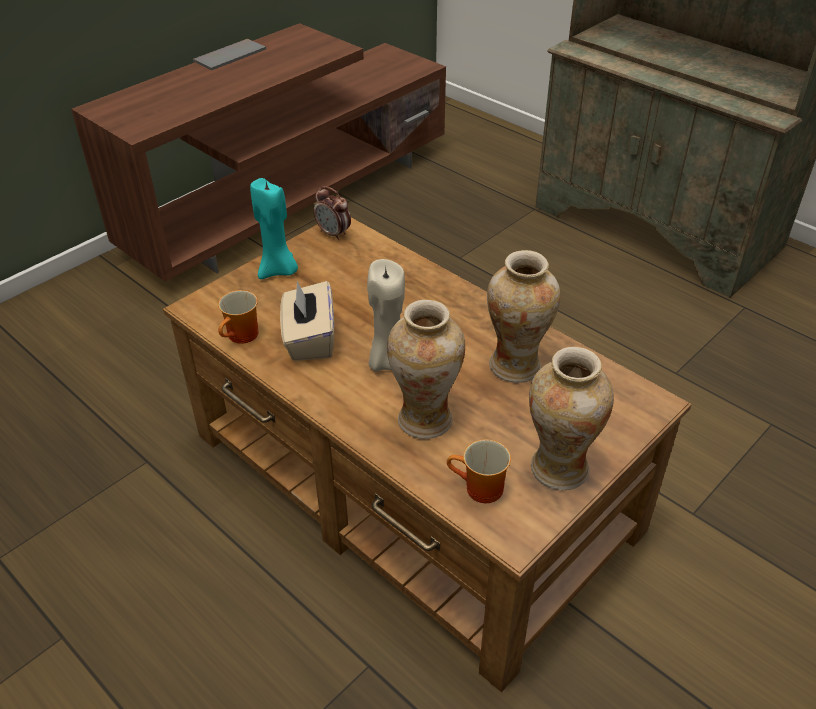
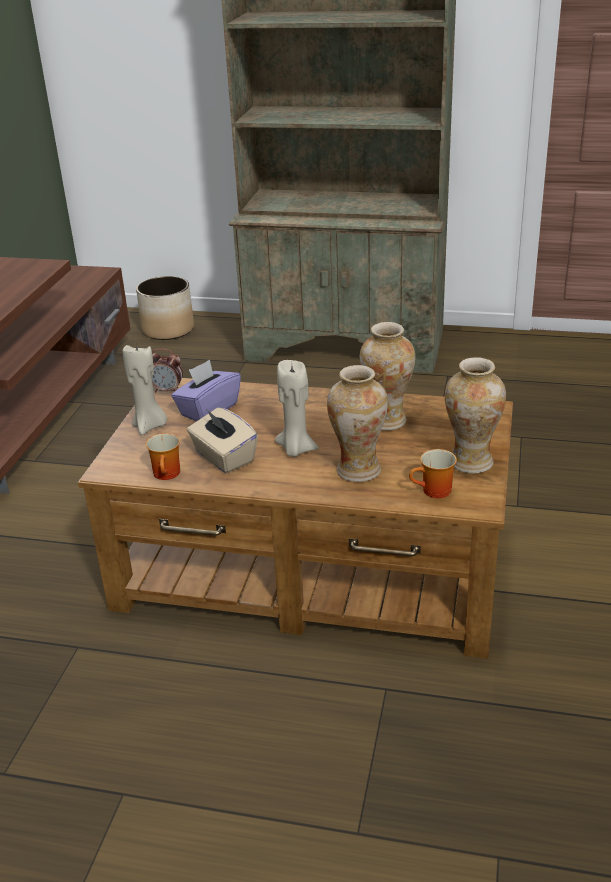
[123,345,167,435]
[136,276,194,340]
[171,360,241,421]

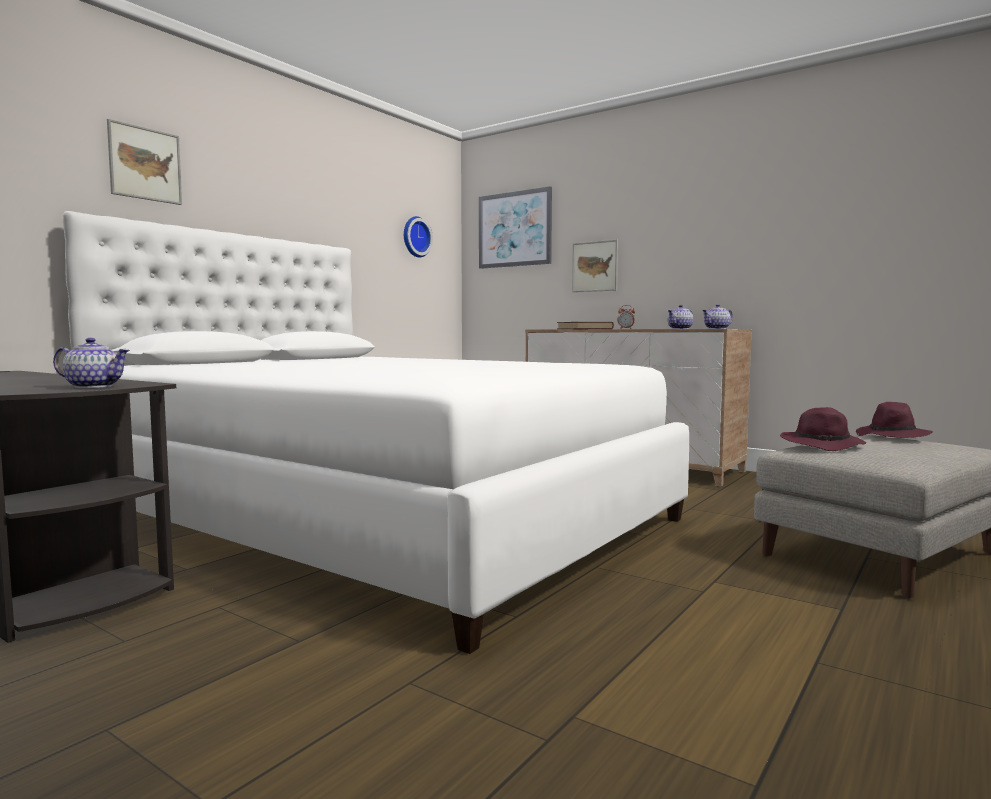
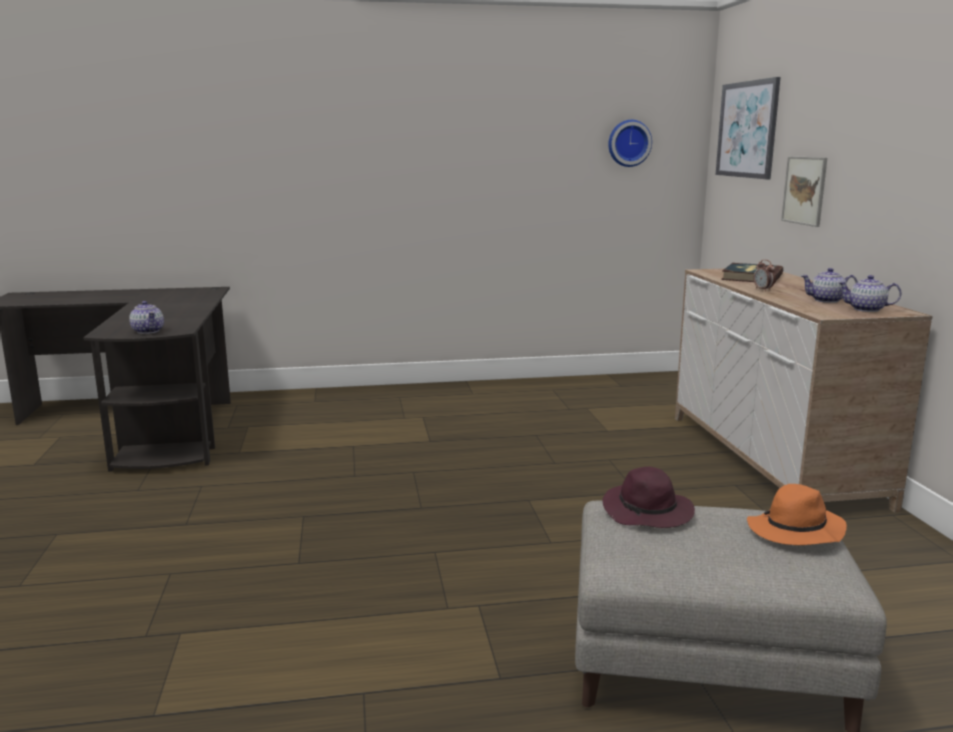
[747,484,847,545]
[63,211,689,654] (first image)
[107,119,182,205] (first image)

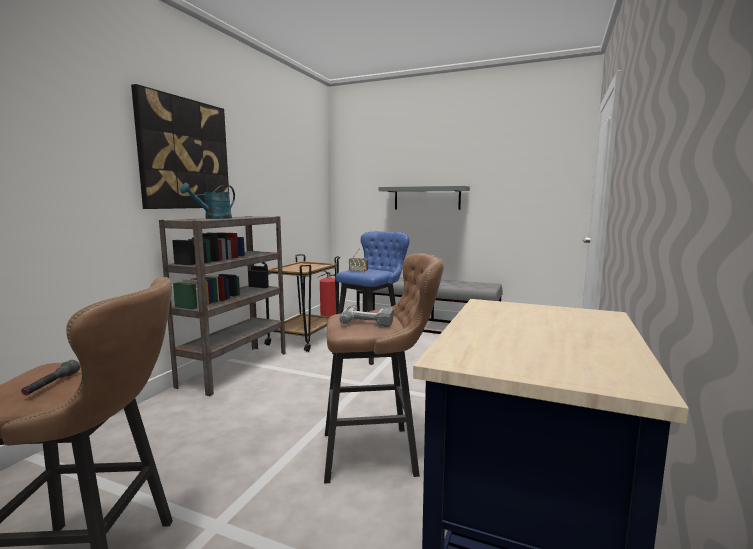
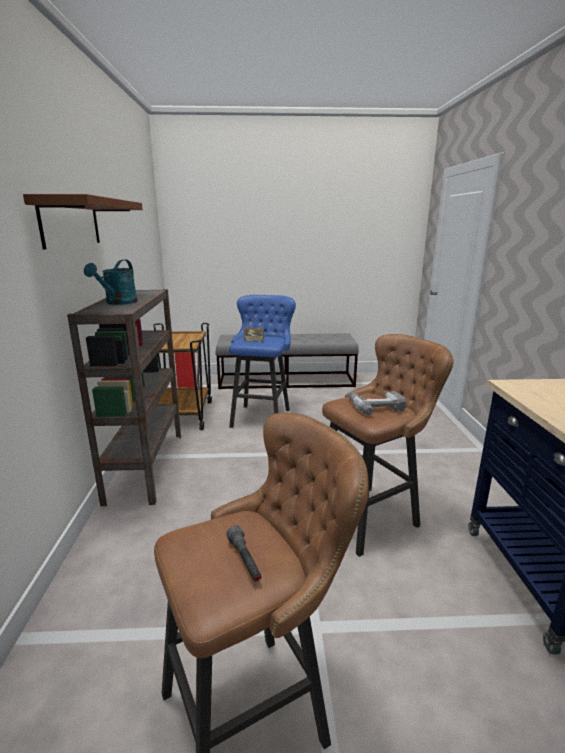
[23,194,143,249]
[379,186,470,210] (first image)

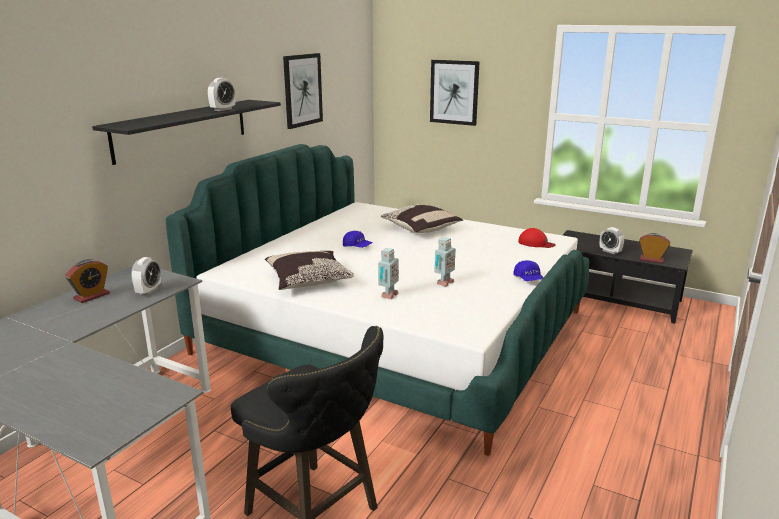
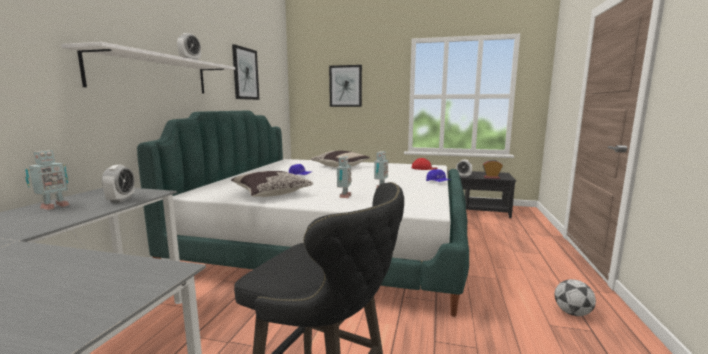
[25,151,70,210]
[61,42,235,94]
[555,279,596,316]

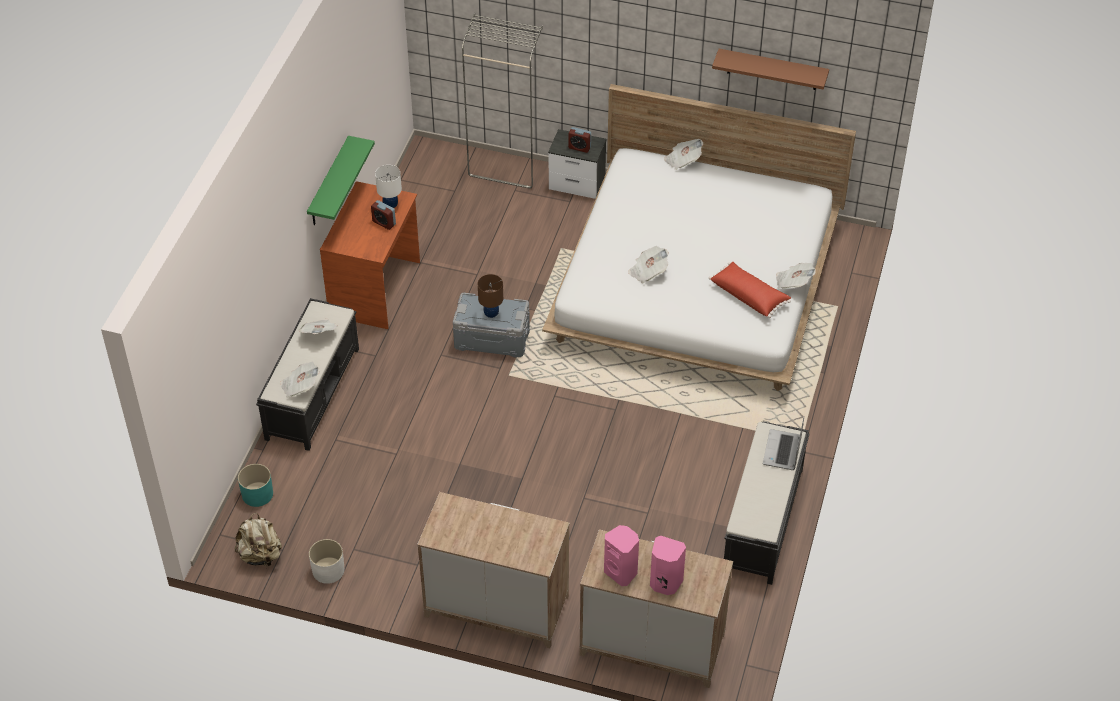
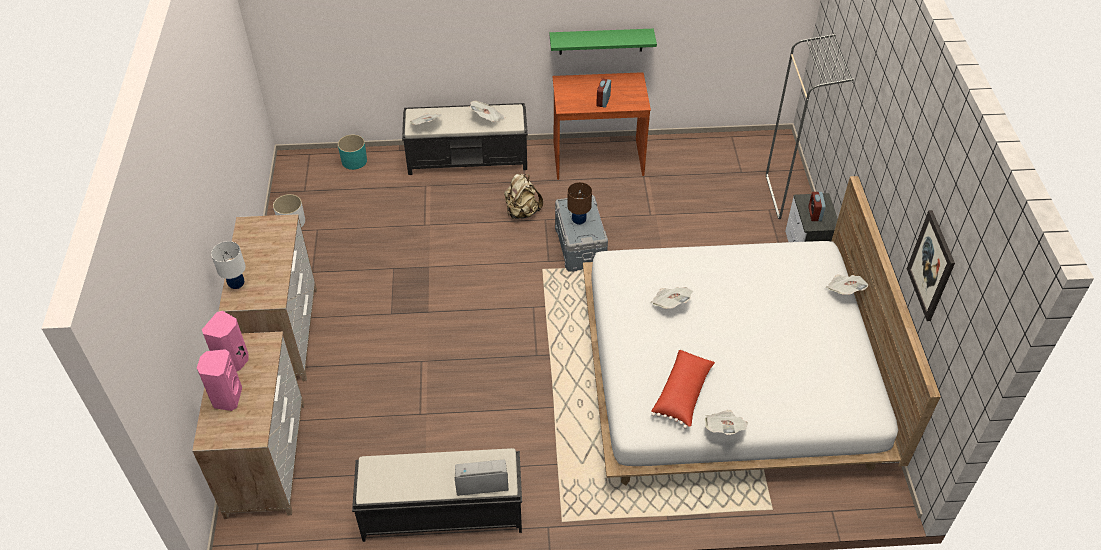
[211,241,246,289]
[504,174,543,219]
[907,210,955,321]

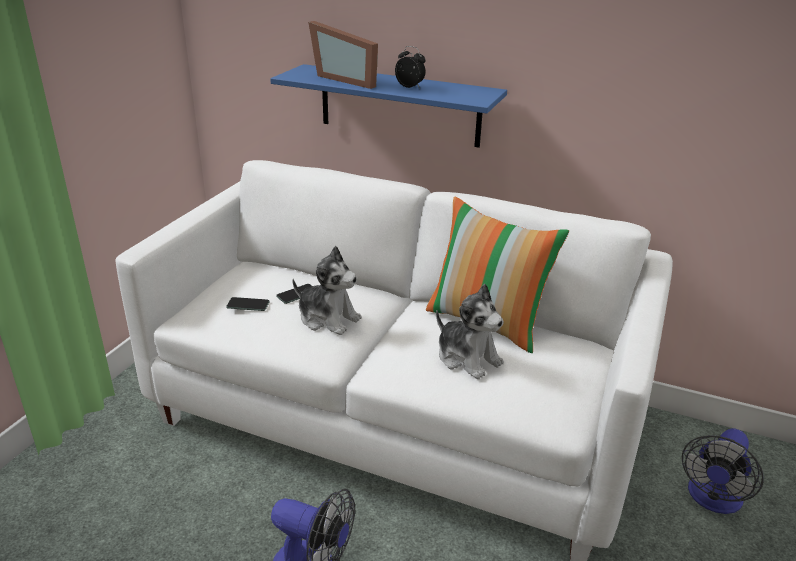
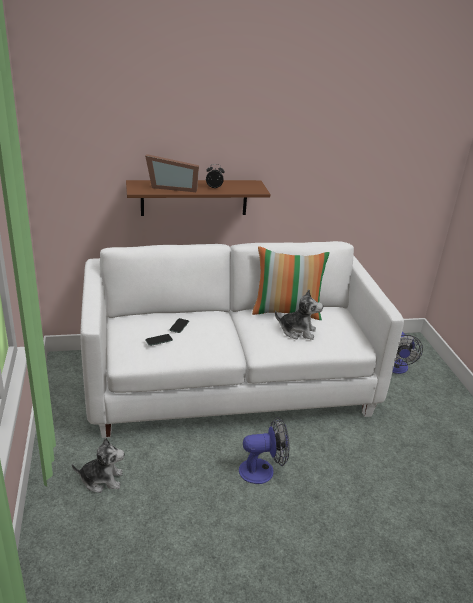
[72,437,125,493]
[126,180,270,216]

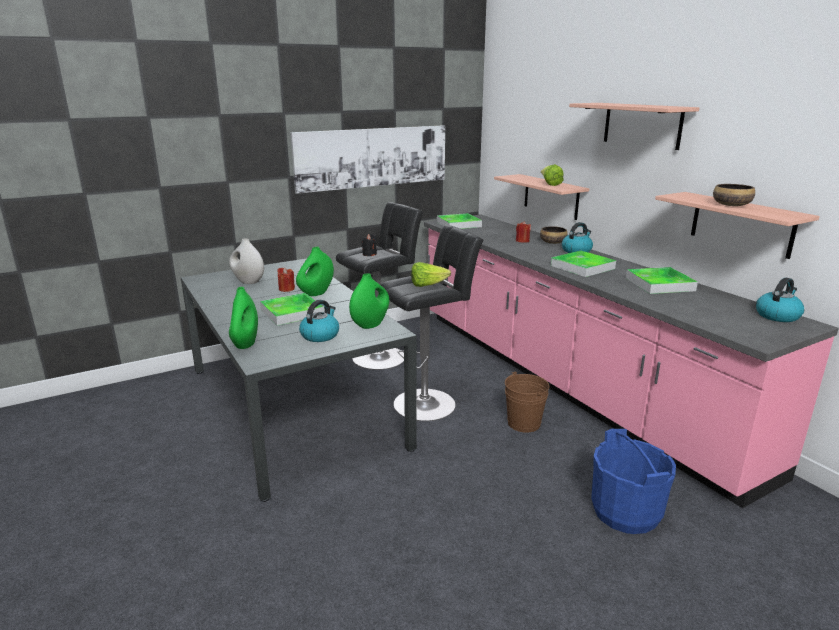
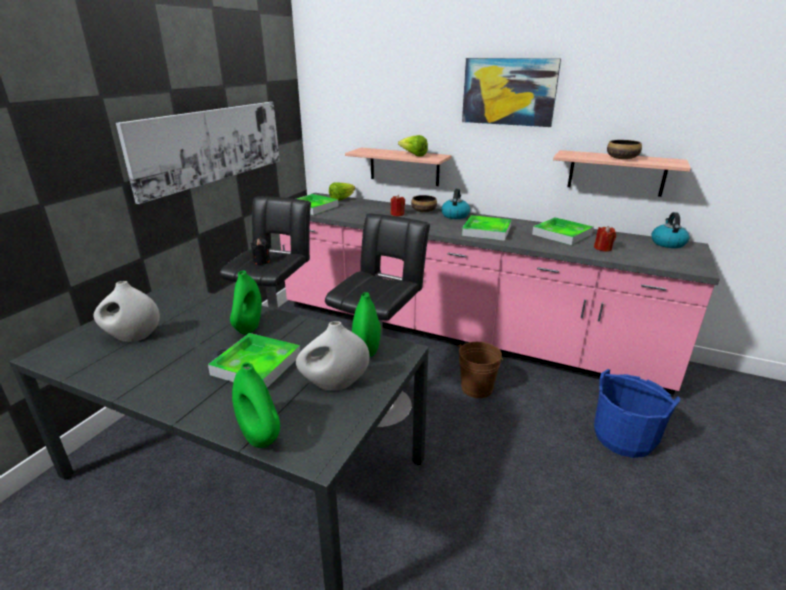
[296,321,370,391]
[329,182,355,201]
[462,58,561,127]
[594,226,616,252]

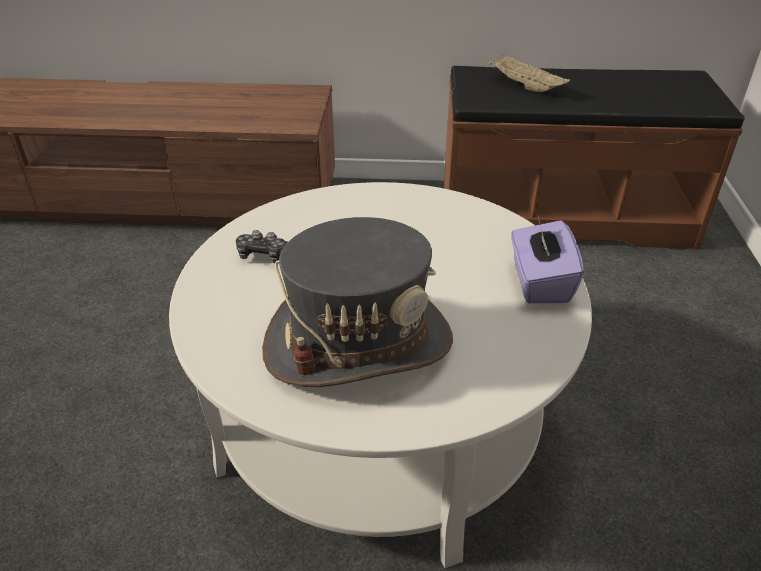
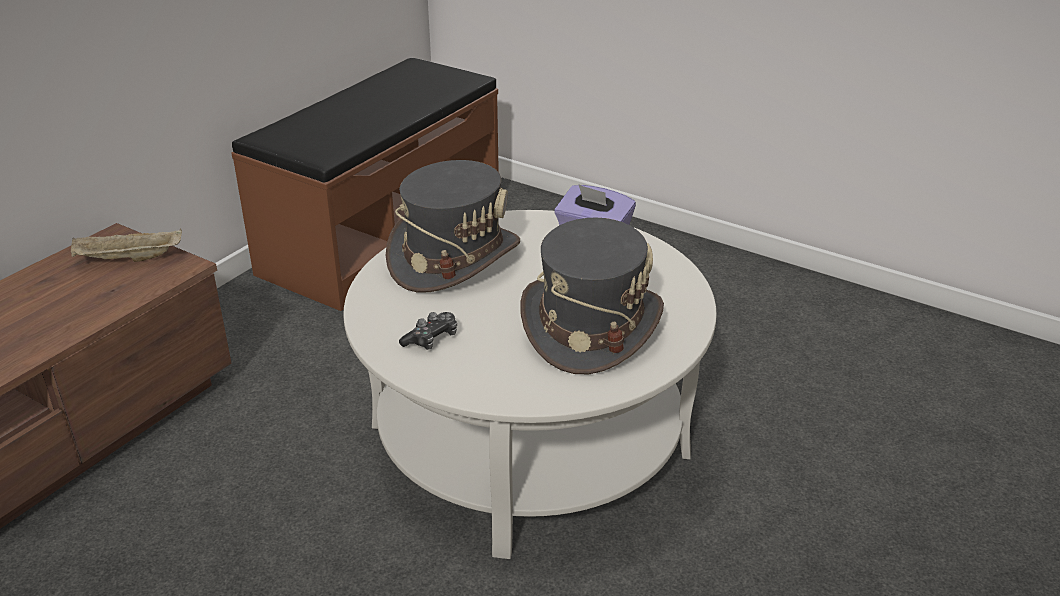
[71,229,182,262]
[386,160,520,293]

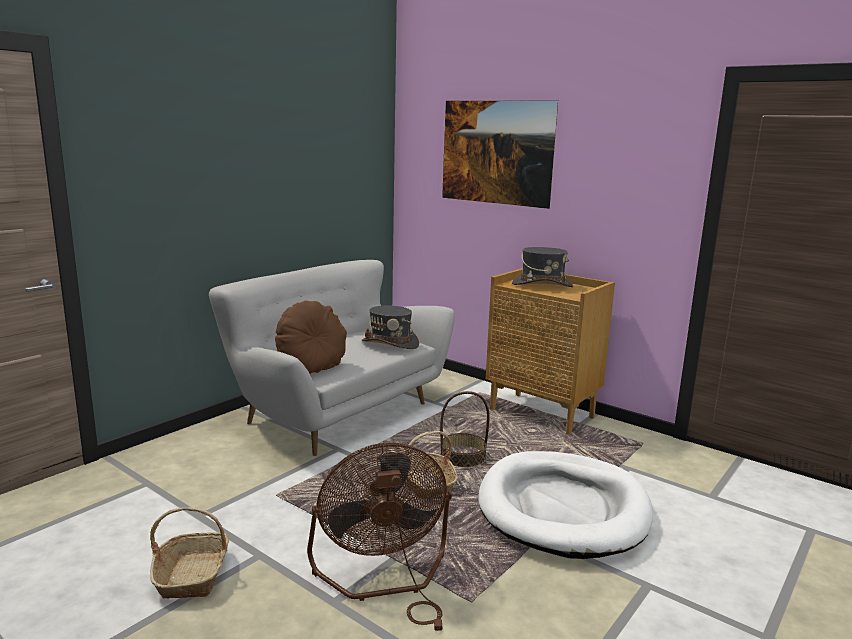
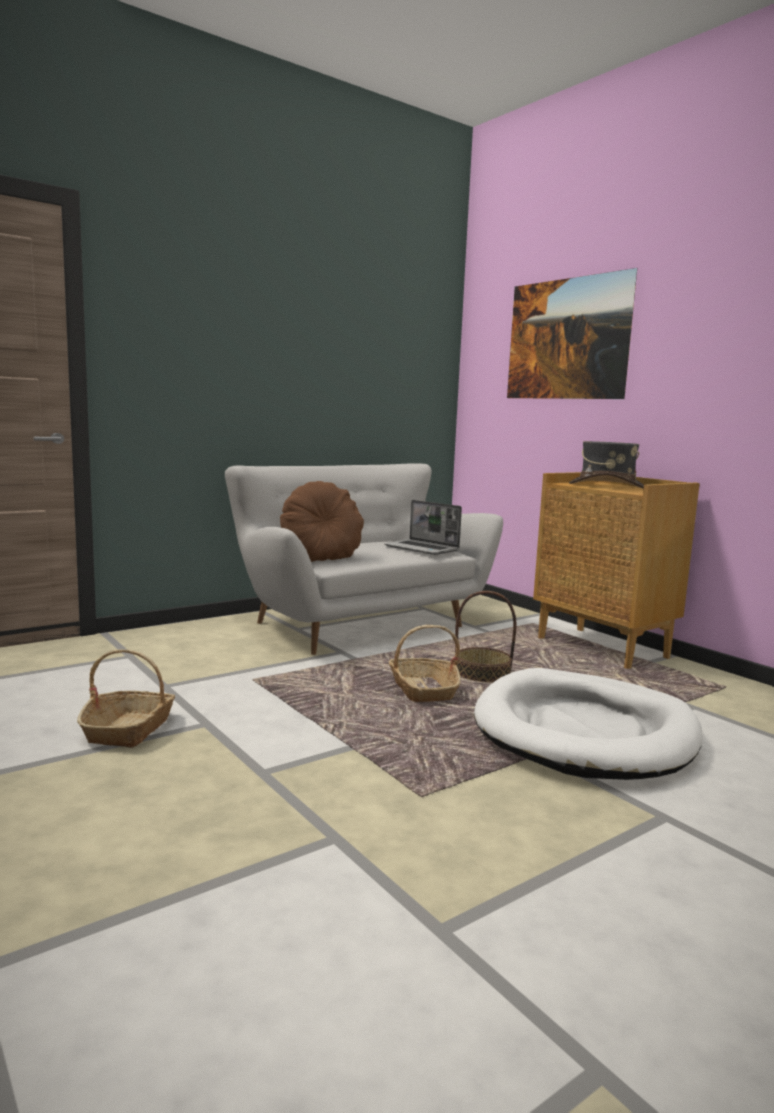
[384,500,462,555]
[307,443,452,631] (first image)

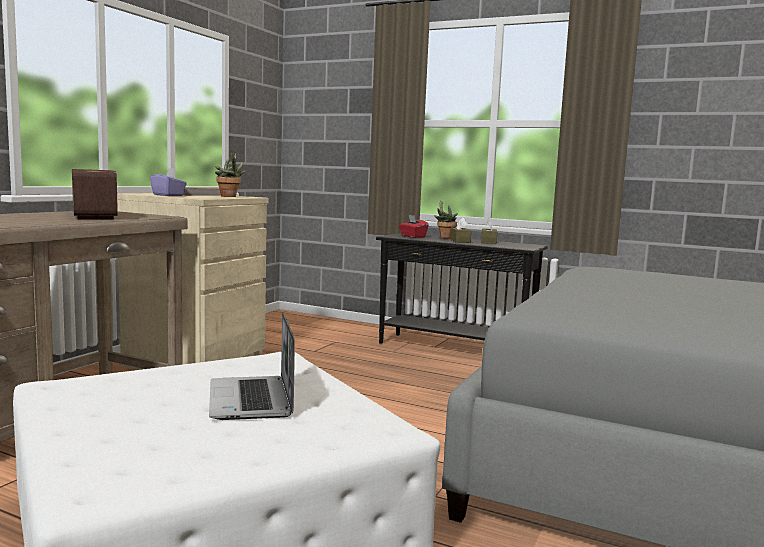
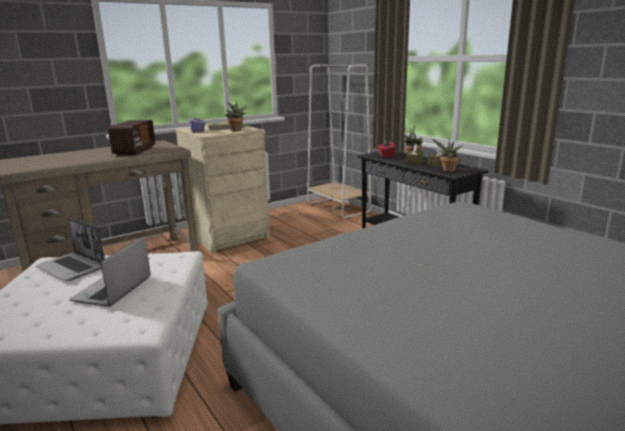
[36,218,105,281]
[307,64,371,219]
[432,139,463,172]

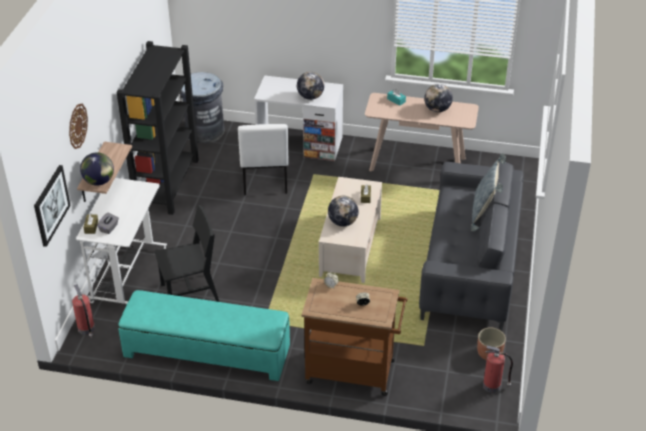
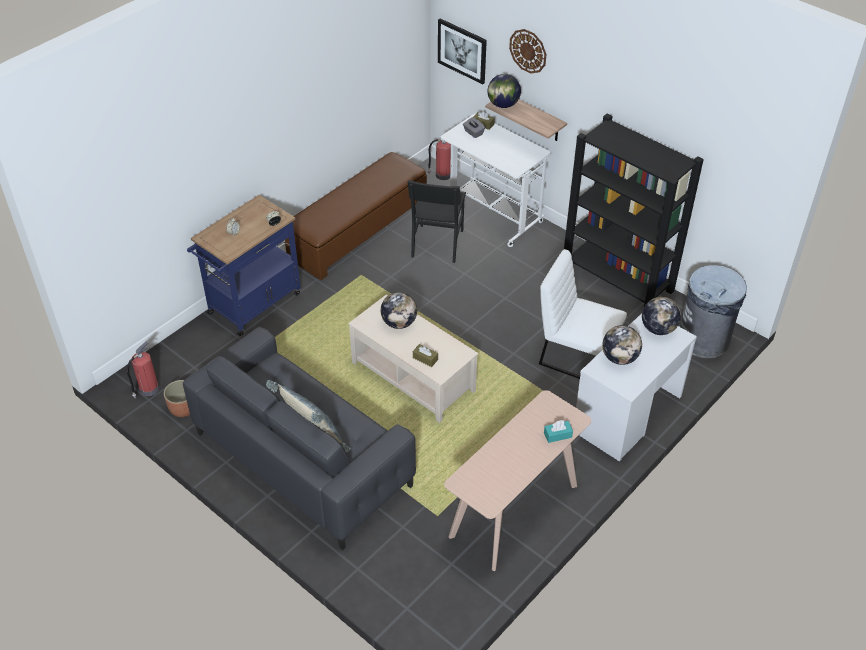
[187,195,301,336]
[285,152,427,280]
[642,297,681,335]

